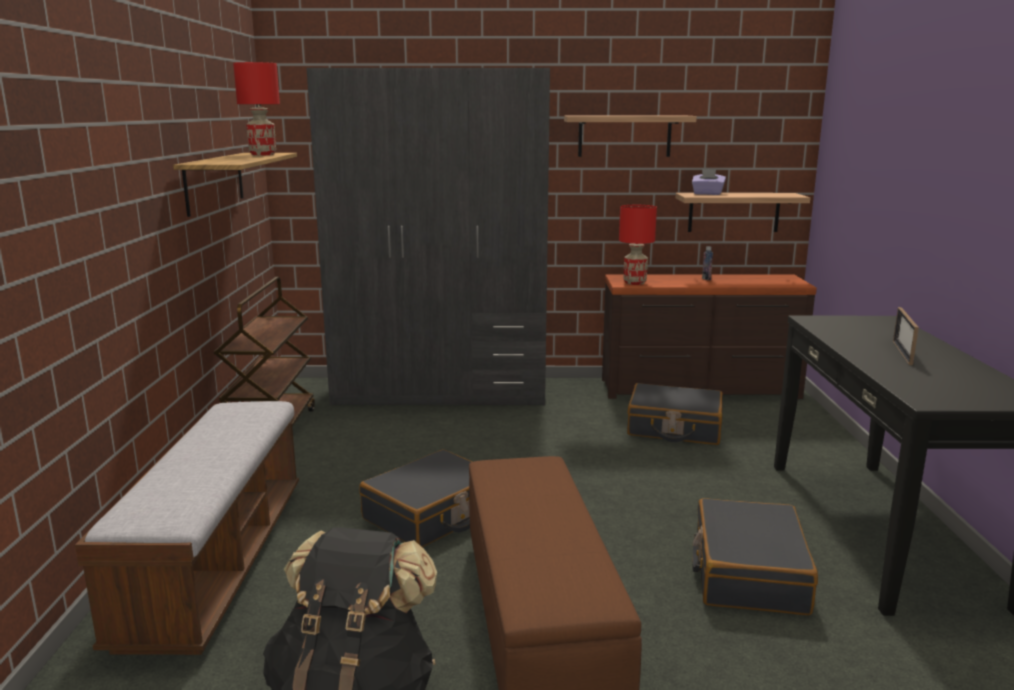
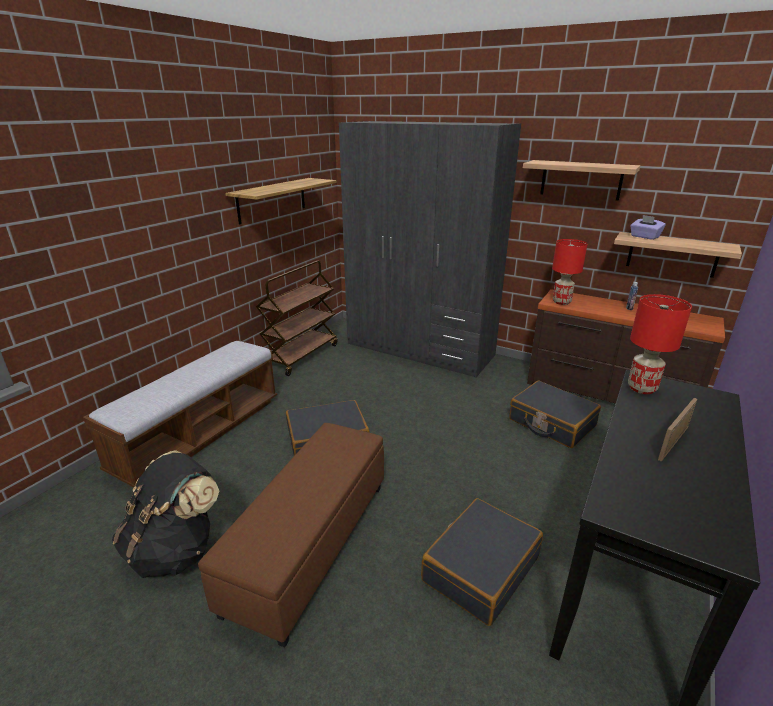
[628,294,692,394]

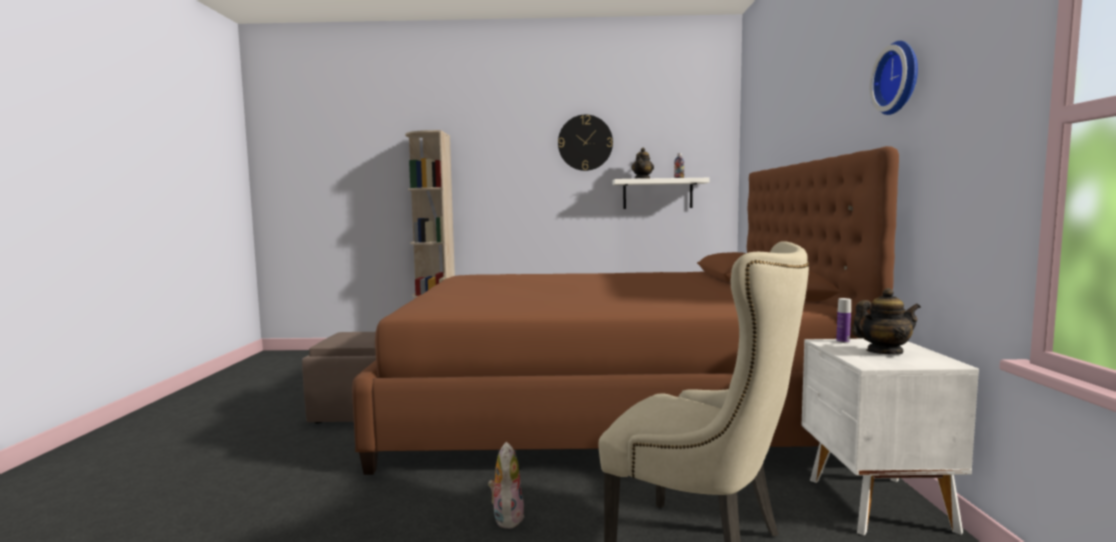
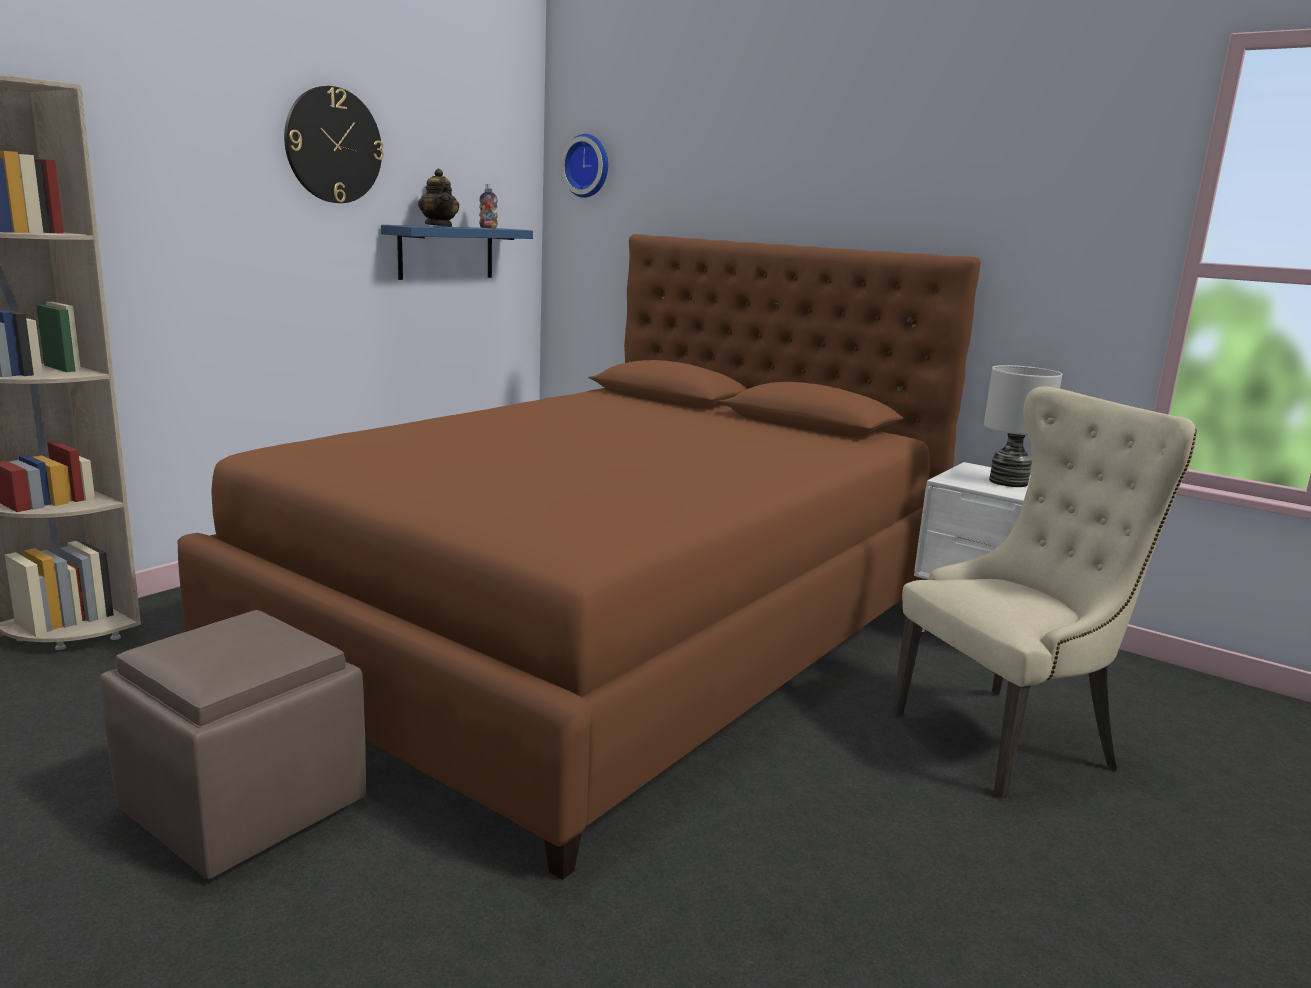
[381,225,533,280]
[561,134,608,198]
[984,365,1062,487]
[488,442,524,529] (first image)
[836,298,851,343] (first image)

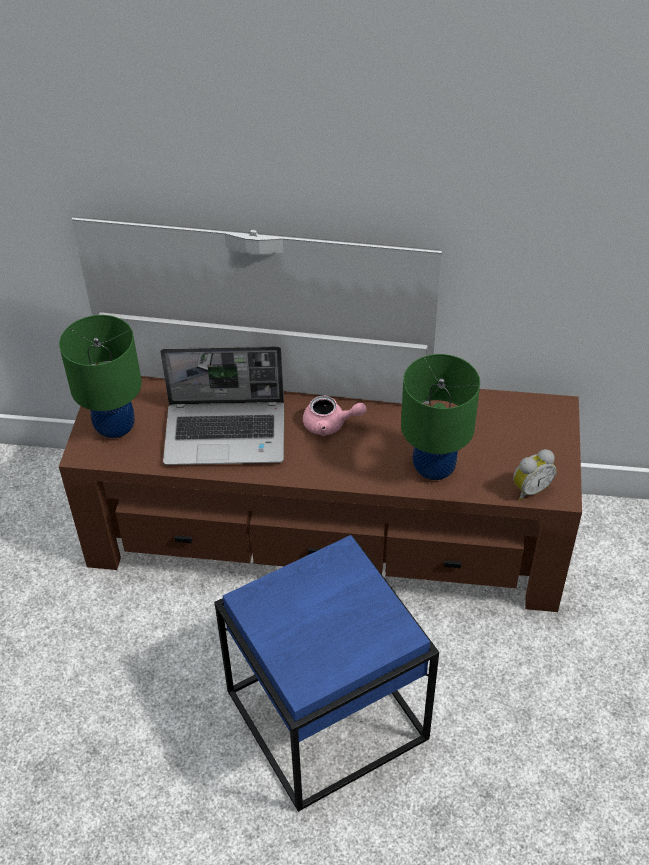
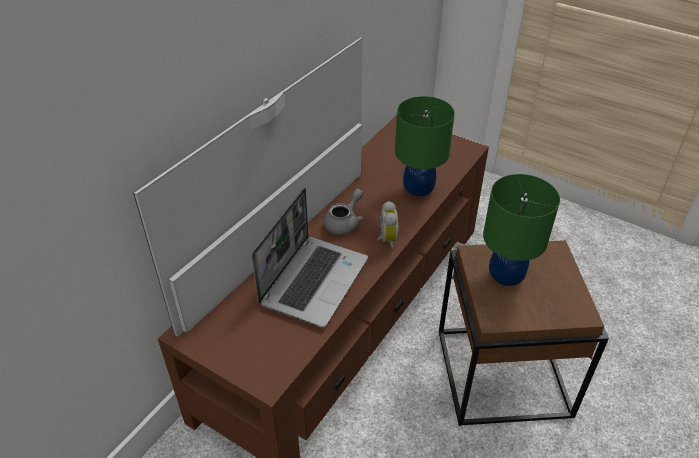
[324,189,364,235]
[377,201,398,249]
[439,240,609,426]
[483,174,560,286]

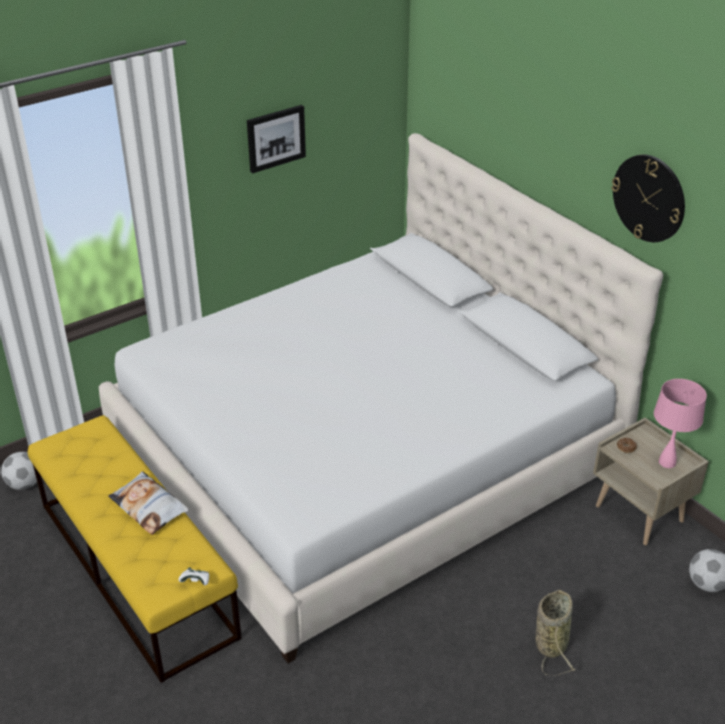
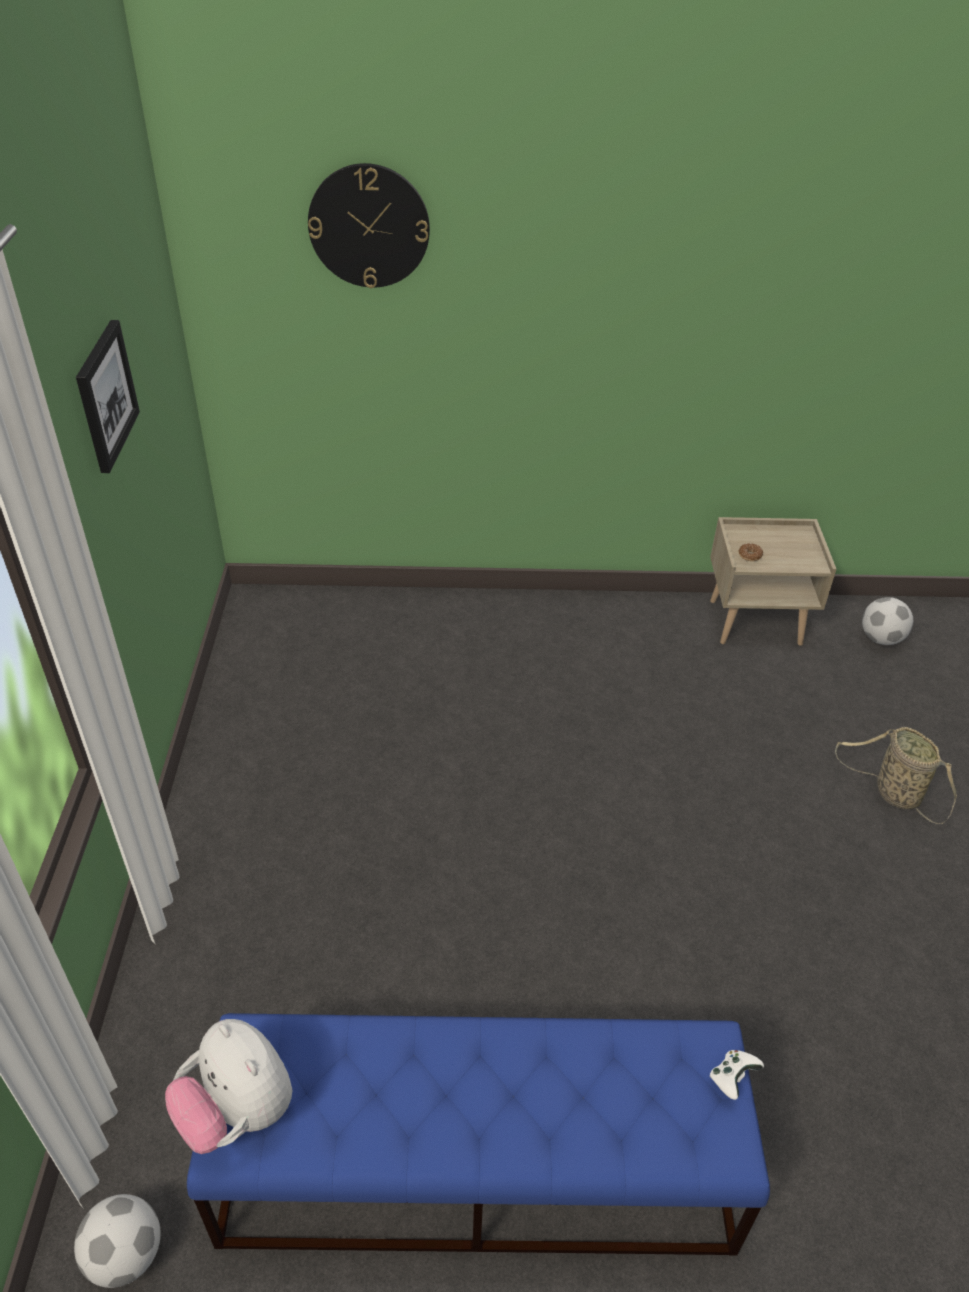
[165,1019,293,1154]
[187,1013,770,1256]
[308,163,430,288]
[99,133,663,663] (first image)
[108,471,189,535] (first image)
[654,379,707,468] (first image)

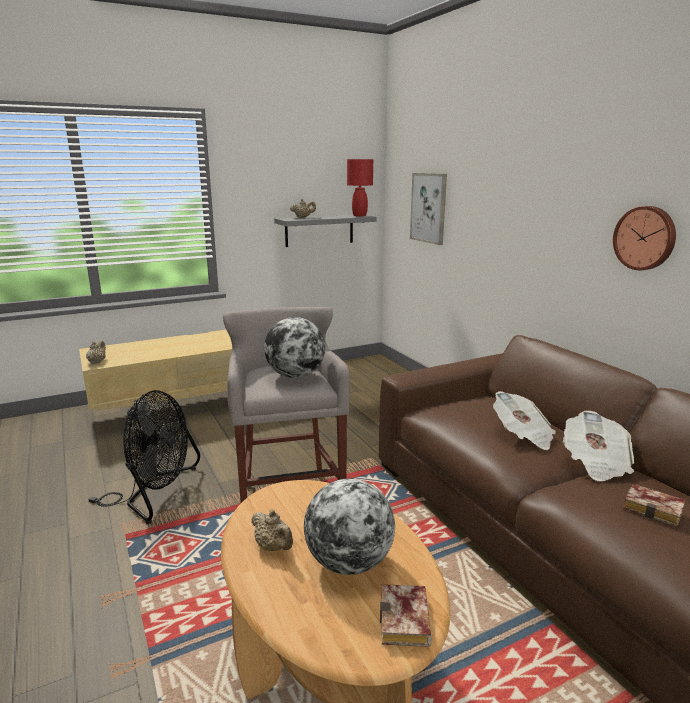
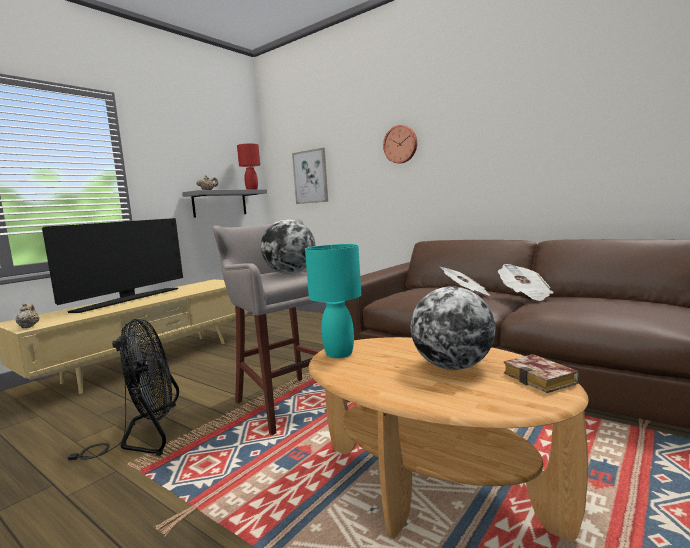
[42,218,183,313]
[305,244,361,358]
[383,125,417,163]
[251,509,293,551] (first image)
[623,484,685,527] (first image)

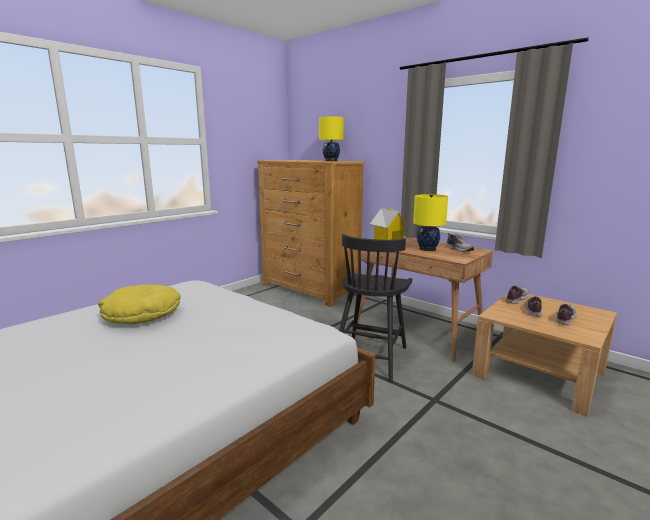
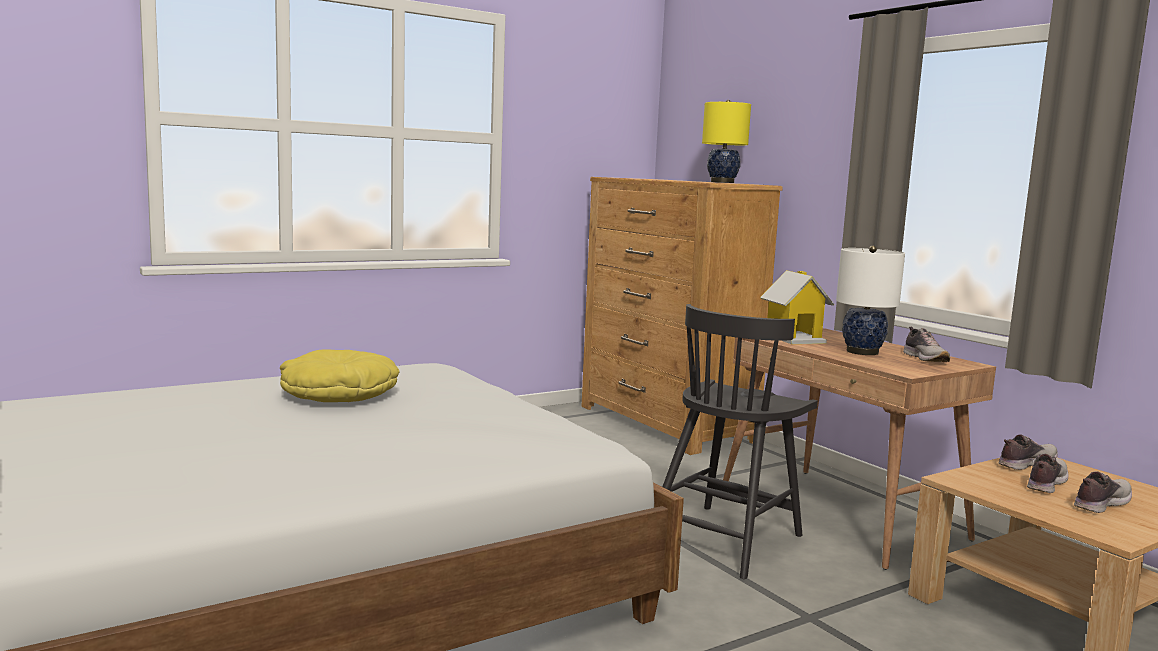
[836,246,905,355]

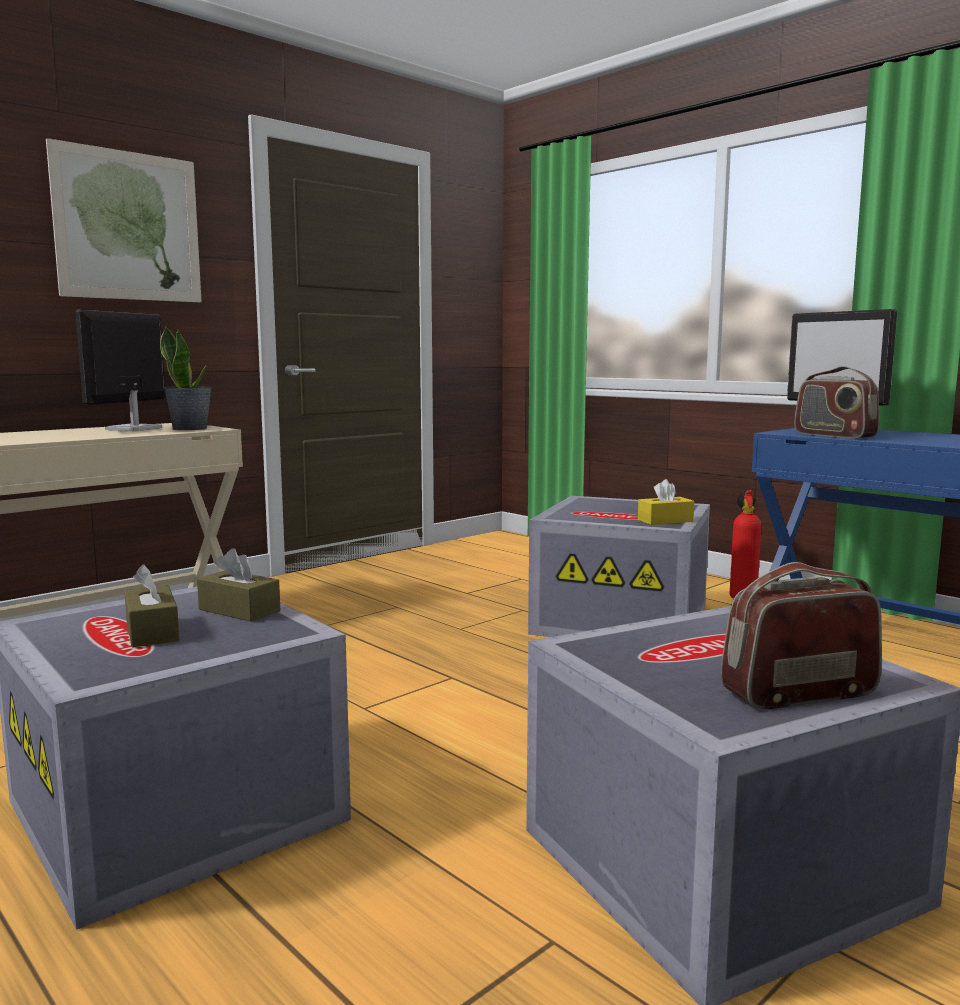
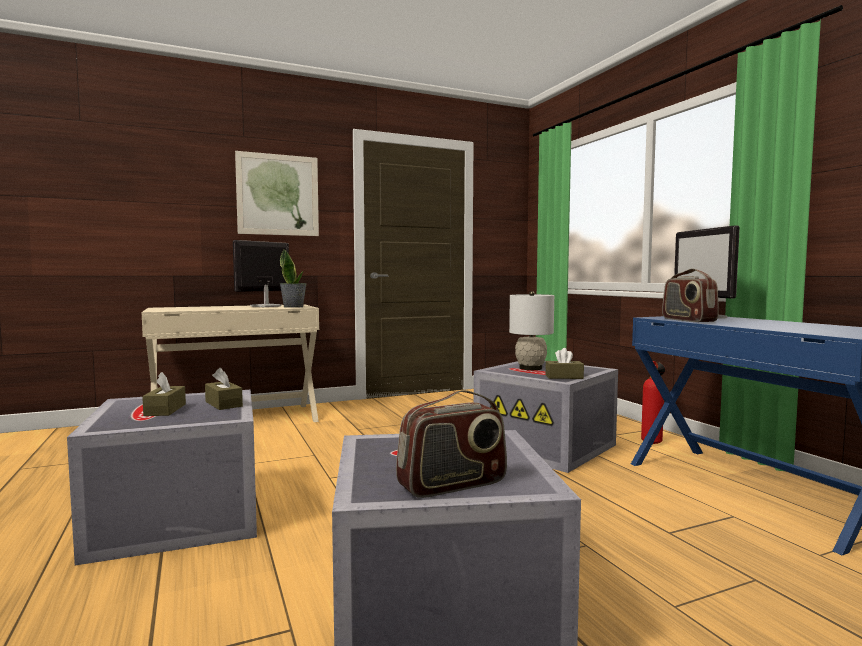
[396,390,507,498]
[509,291,554,370]
[545,348,584,379]

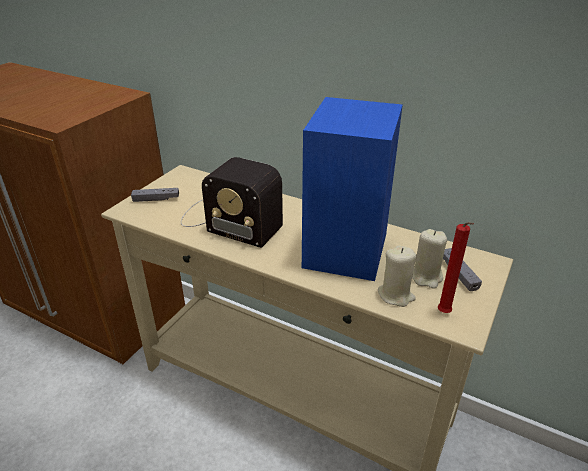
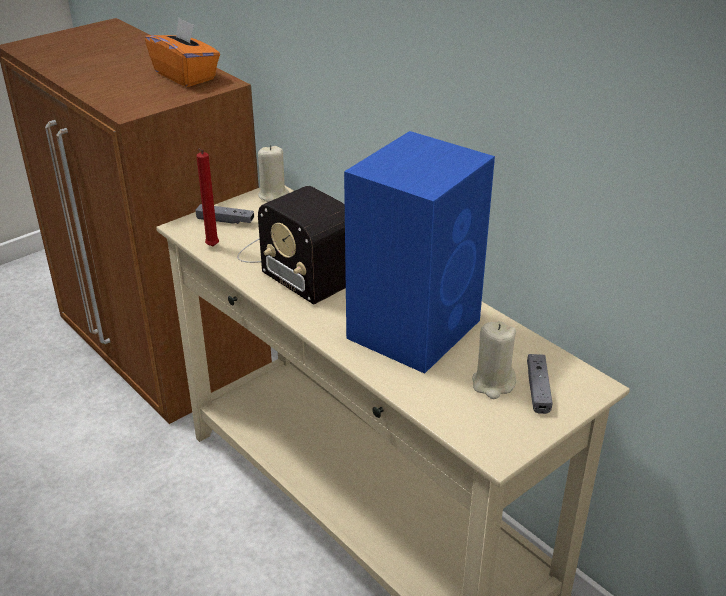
[145,18,220,87]
[196,149,219,247]
[258,145,289,202]

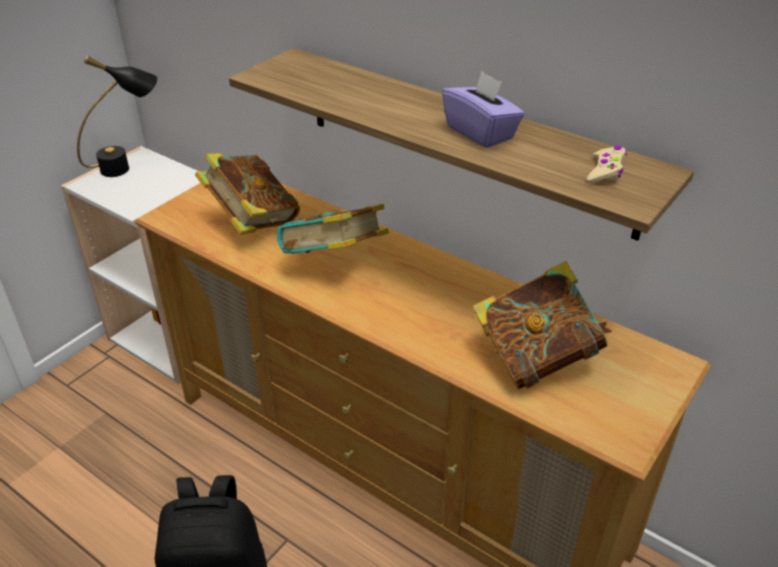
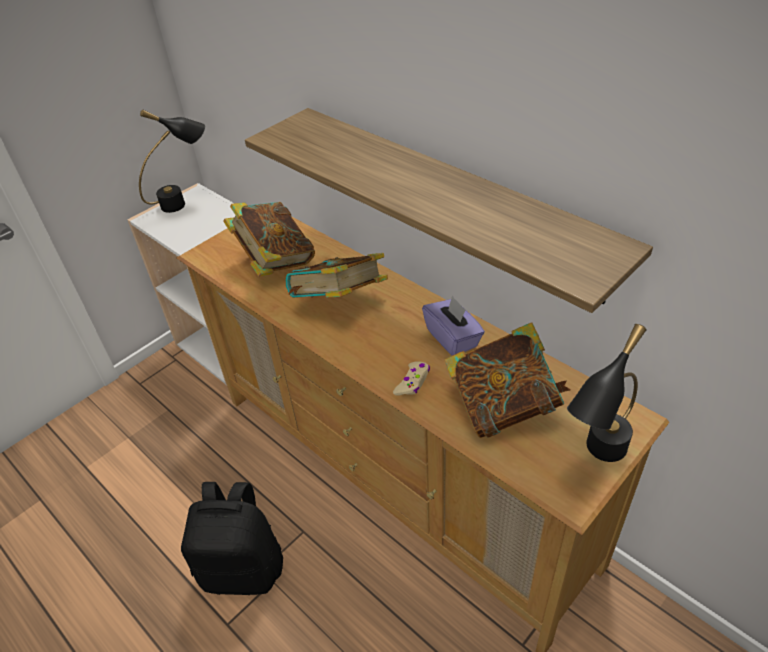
[393,361,430,396]
[422,295,485,355]
[567,324,647,462]

